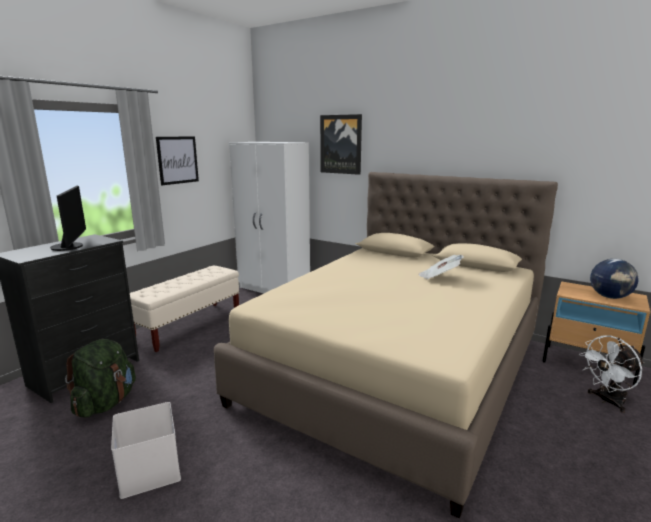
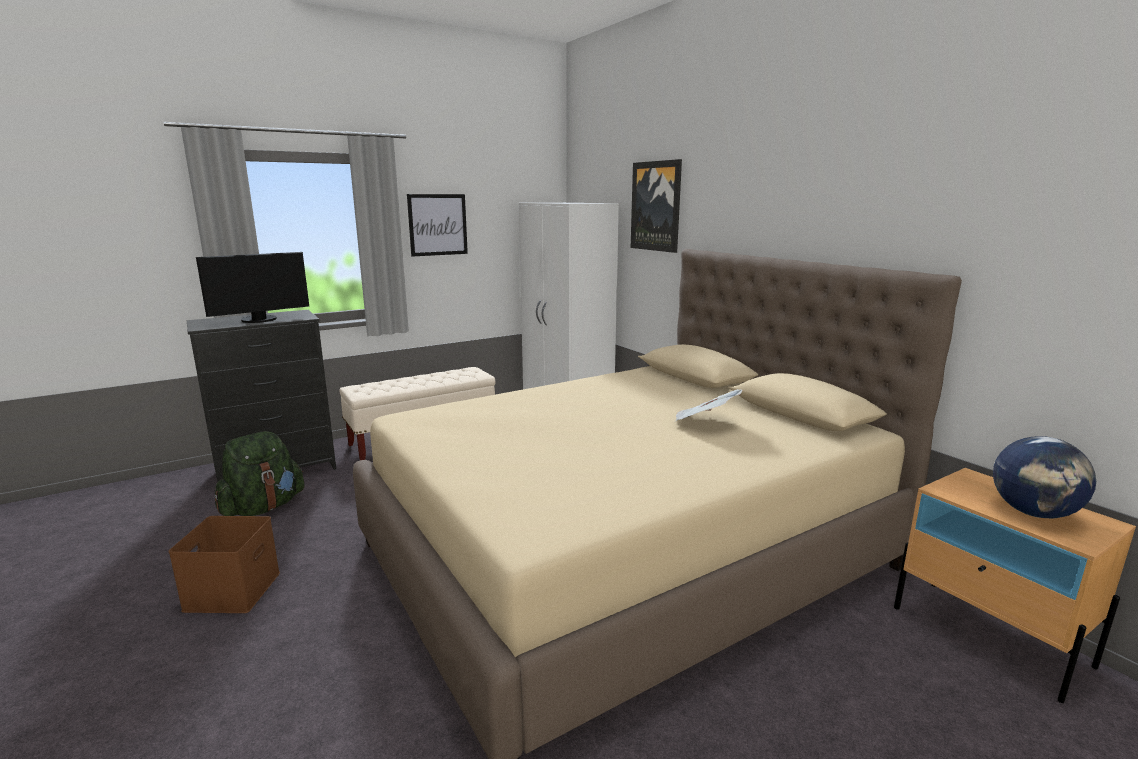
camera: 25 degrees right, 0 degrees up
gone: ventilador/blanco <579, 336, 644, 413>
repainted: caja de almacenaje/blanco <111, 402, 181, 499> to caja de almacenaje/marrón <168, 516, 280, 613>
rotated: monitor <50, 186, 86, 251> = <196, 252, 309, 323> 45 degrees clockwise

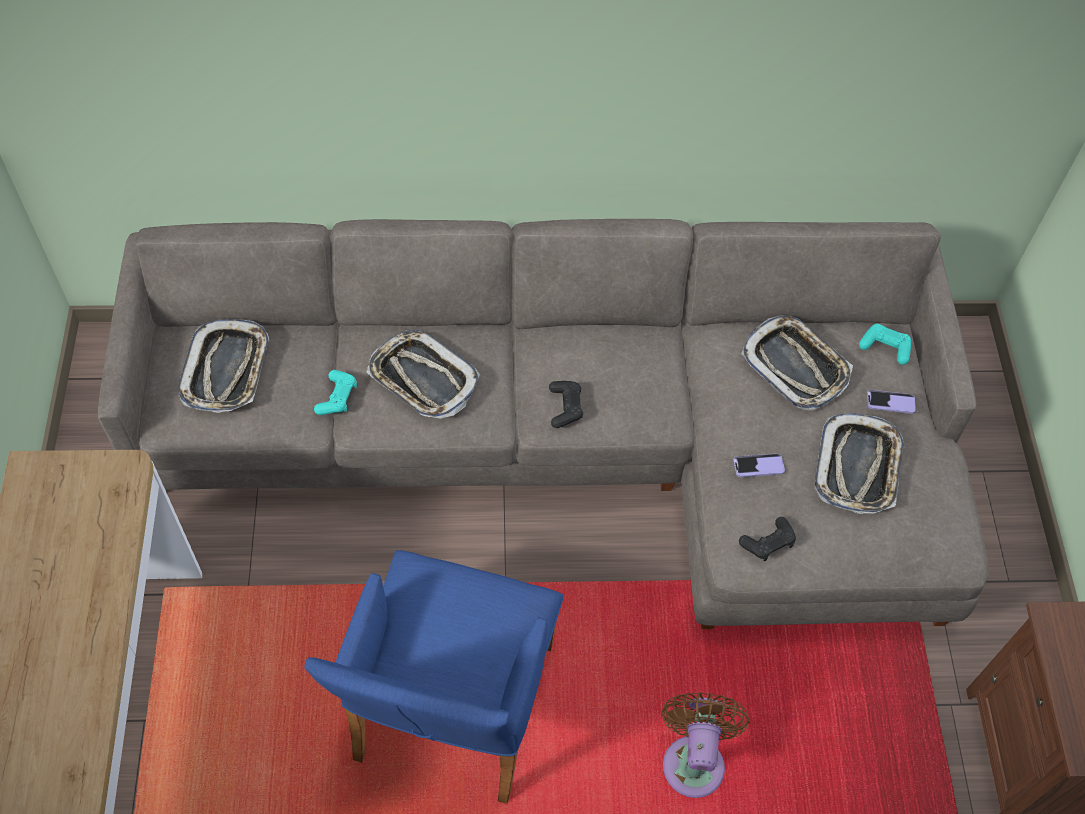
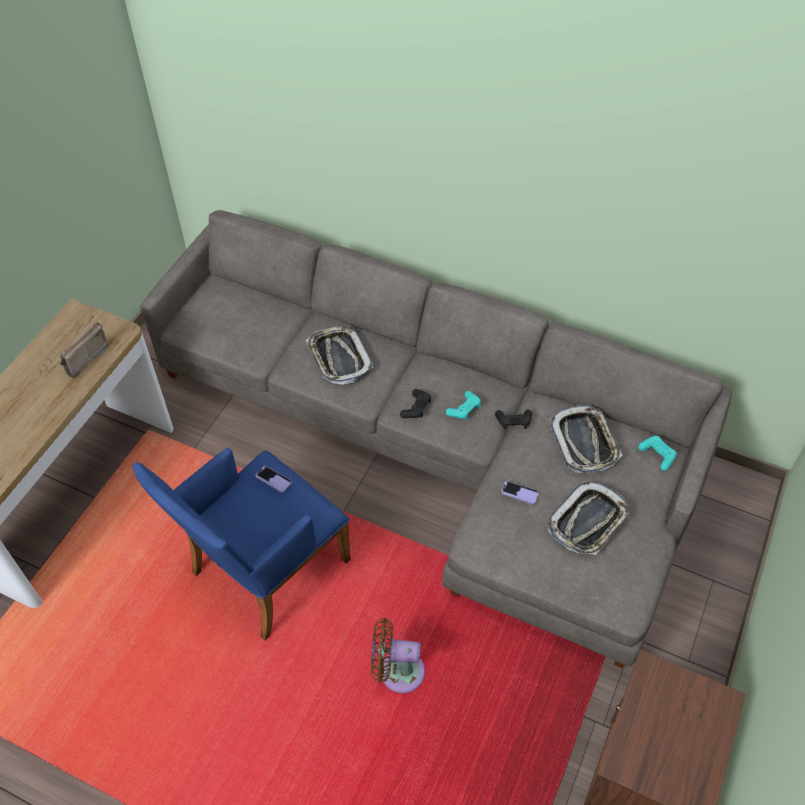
camera: 30 degrees right, 5 degrees down
gone: bandeja <178, 319, 269, 413>
new: radio <60, 322, 109, 378>
shifted: móvil <867, 390, 916, 414> to <255, 466, 292, 493>; mando de consola/turquesa <314, 370, 357, 415> to <446, 391, 481, 420>; mando de consola/negro <739, 517, 796, 561> to <495, 409, 532, 429>
rotated: ventilador/marrón <661, 692, 750, 798> = <371, 618, 425, 693> 120 degrees counterclockwise

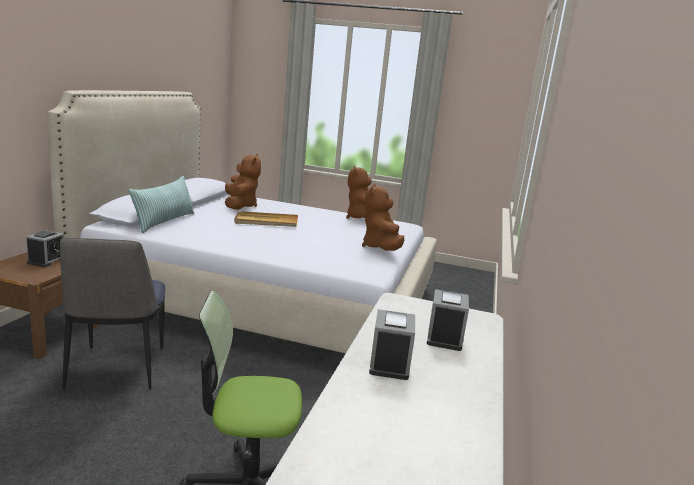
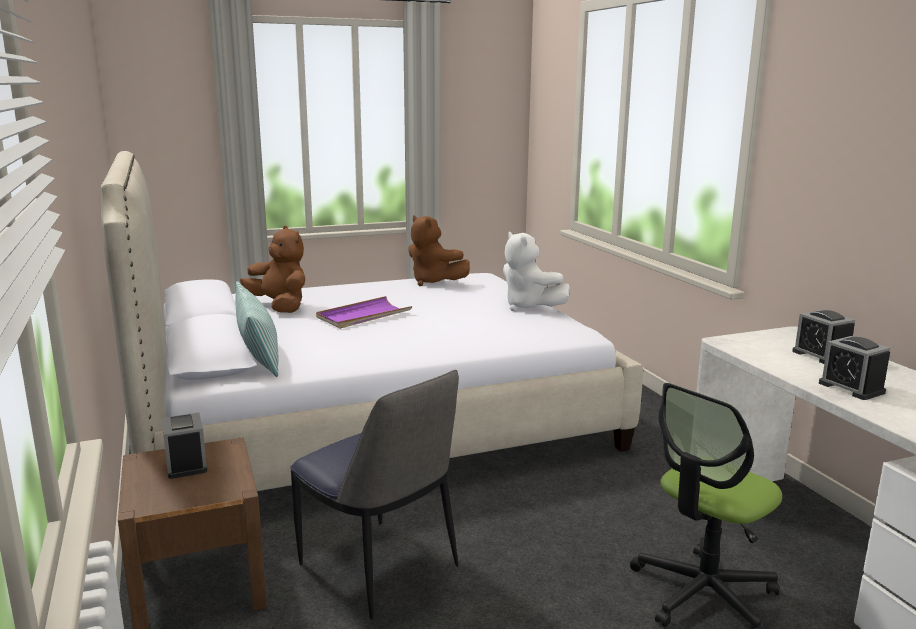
camera: 35 degrees left, 0 degrees up
repainted: bandeja/beis <234, 211, 298, 227> to bandeja/morado <316, 296, 412, 329>; peluche/marrón <362, 184, 404, 251> to peluche/blanco <503, 232, 570, 311>

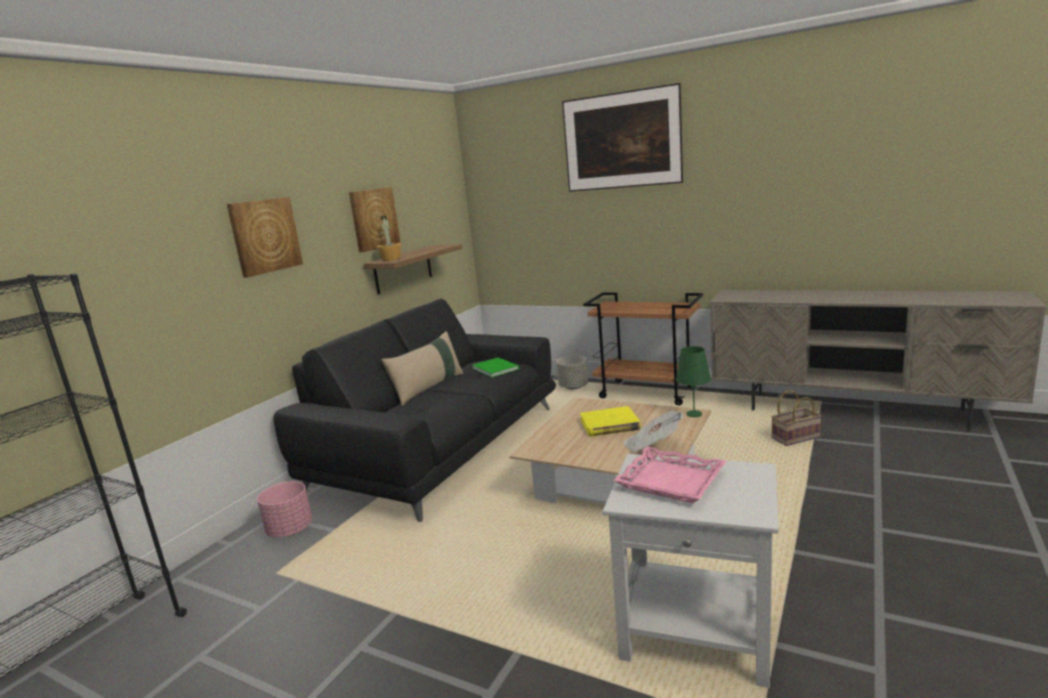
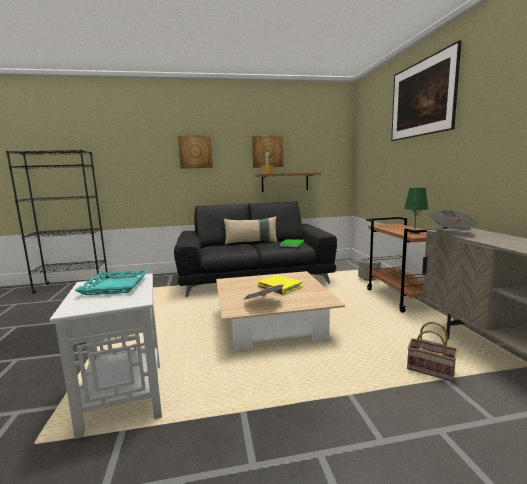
camera: 50 degrees right, 5 degrees down
gone: maceta/rosa <257, 481, 312, 538>
new: periódico <429, 210, 478, 231>
shifted: lámpara de mesa/verde <676, 346, 711, 417> to <404, 188, 429, 234>
repainted: bandeja/rosa <613, 447, 726, 503> to bandeja/turquesa <74, 270, 148, 295>

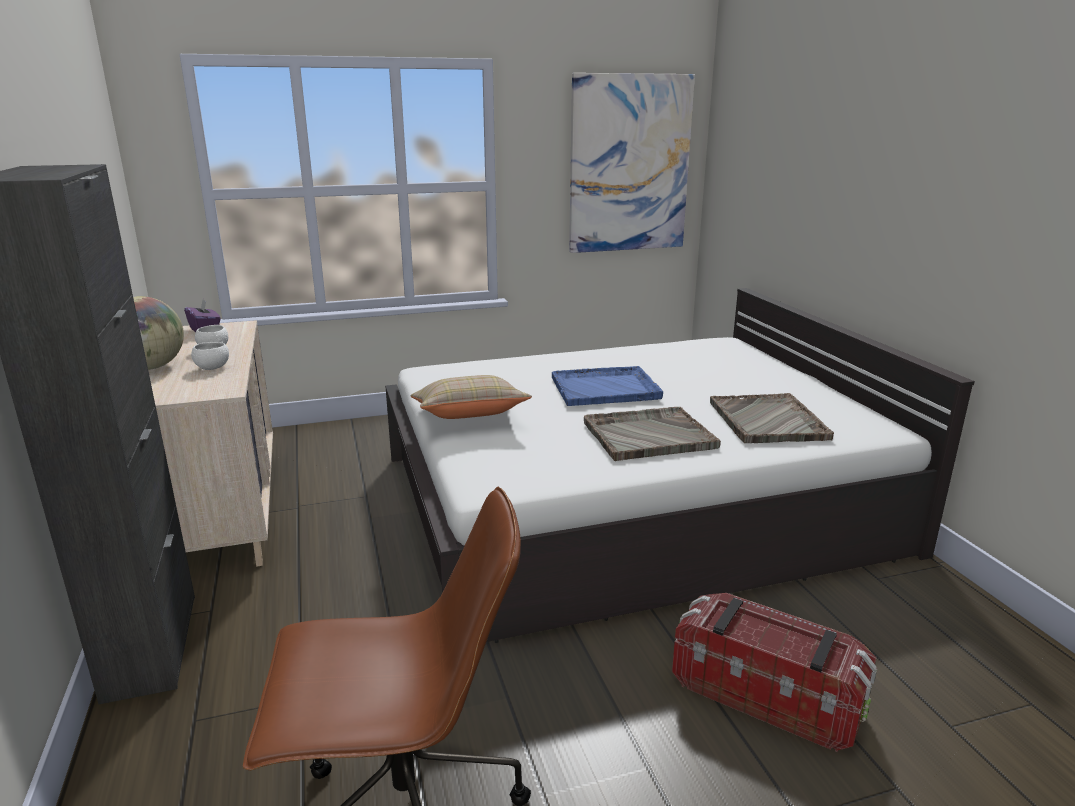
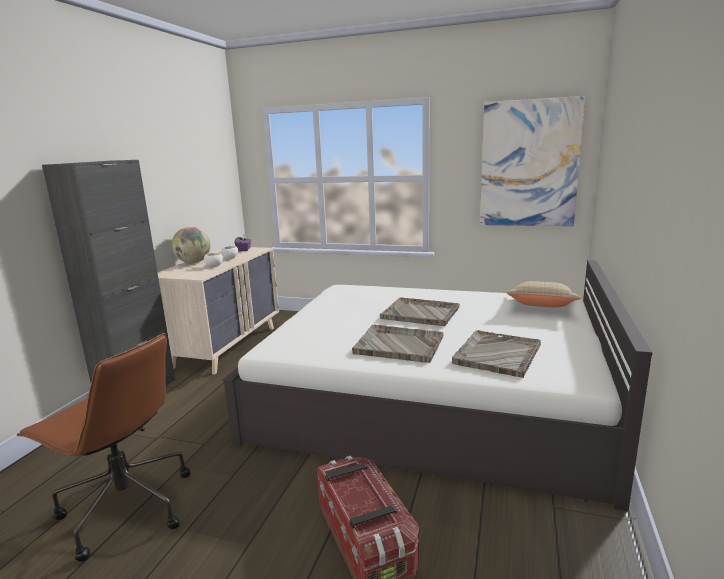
camera: 35 degrees right, 5 degrees down
shifted: cojín/beis <410, 375, 532, 419> to <507, 281, 581, 307>
repainted: bandeja/azul <552, 366, 663, 406> to bandeja/gris <380, 298, 460, 326>

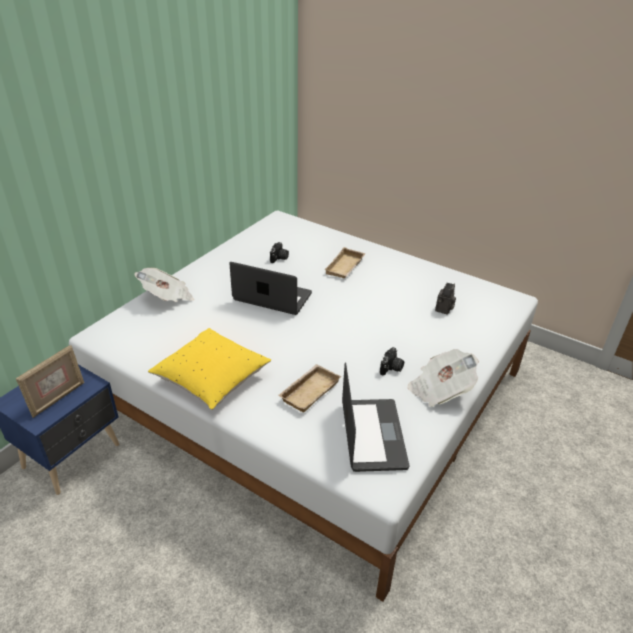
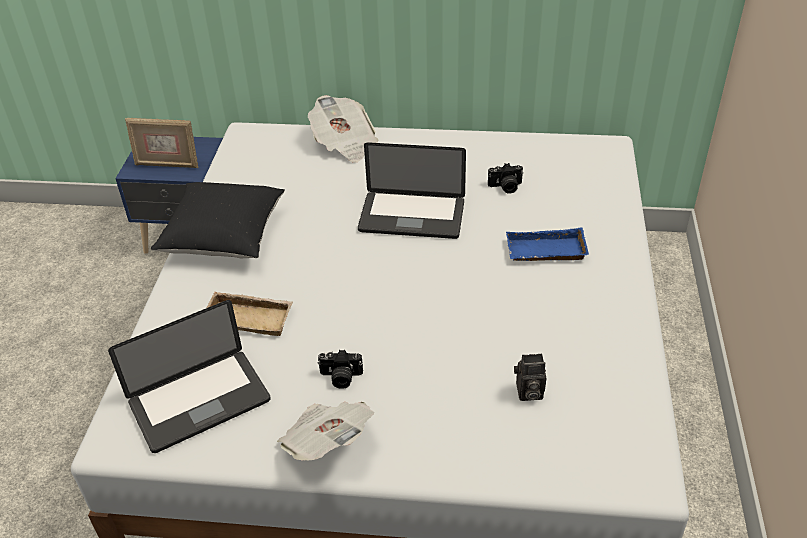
camera: 65 degrees right, 5 degrees up
repainted: cojín/amarillo <148, 328, 271, 410> to cojín/negro <151, 182, 285, 258>; bandeja/beis <324, 247, 366, 278> to bandeja/azul <506, 227, 589, 261>
rotated: portátil <229, 262, 312, 315> = <358, 142, 466, 239> 105 degrees clockwise

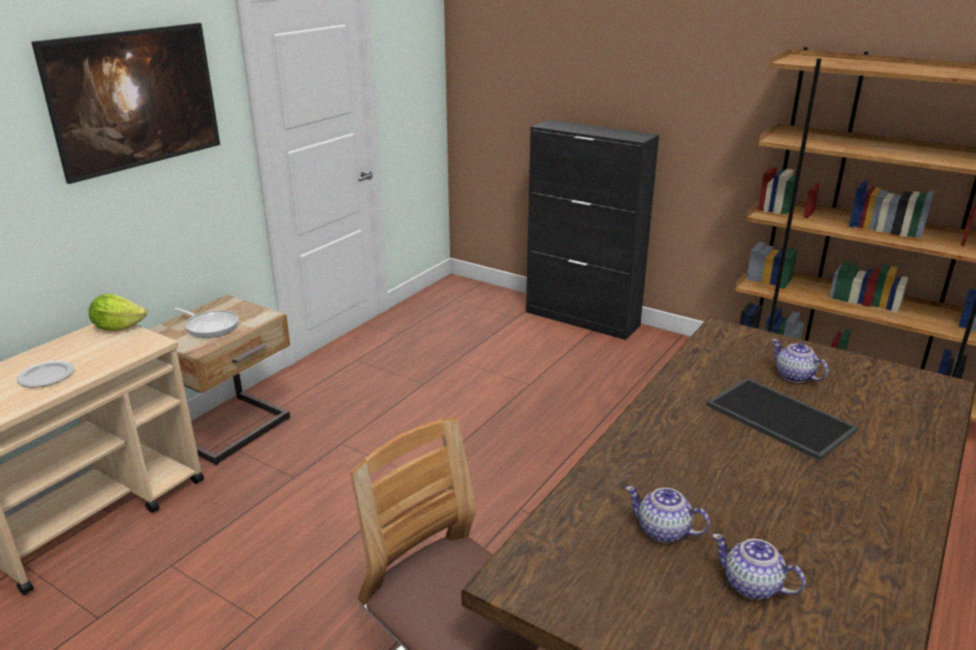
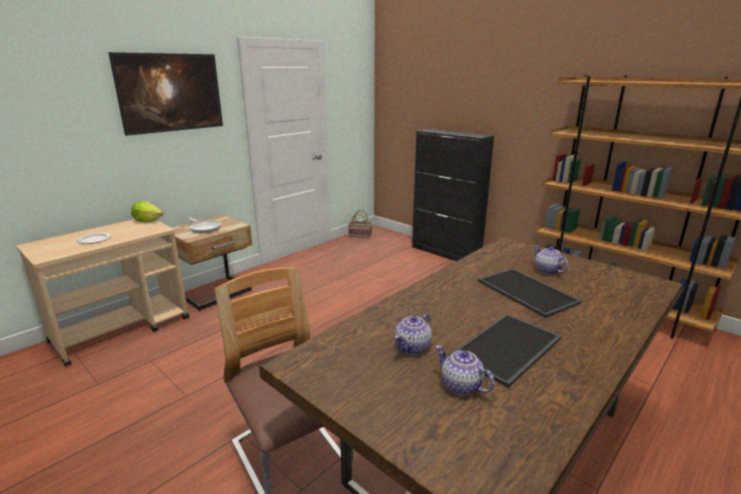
camera: 10 degrees right, 5 degrees down
new: cesta <348, 210, 372, 238>; bandeja <449, 314, 562, 388>
rotated: tetera <625, 486, 710, 543> = <395, 313, 432, 355> 90 degrees counterclockwise

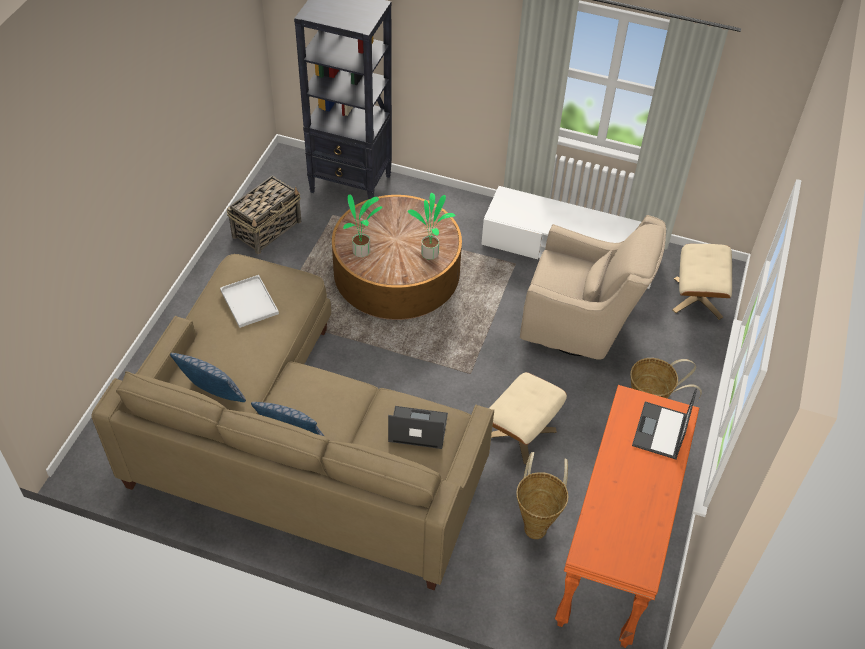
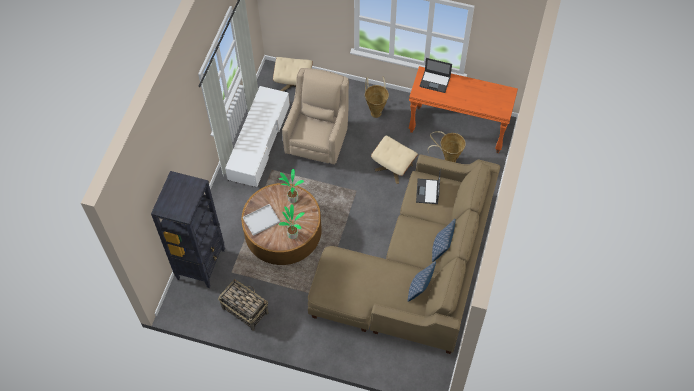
camera: 90 degrees left, 10 degrees up
shifted: bandeja/blanco <220, 275, 279, 328> to <243, 204, 280, 236>

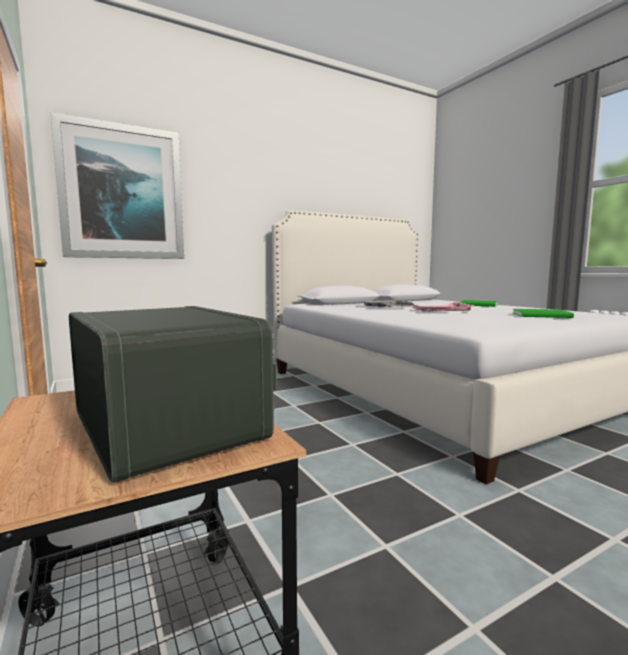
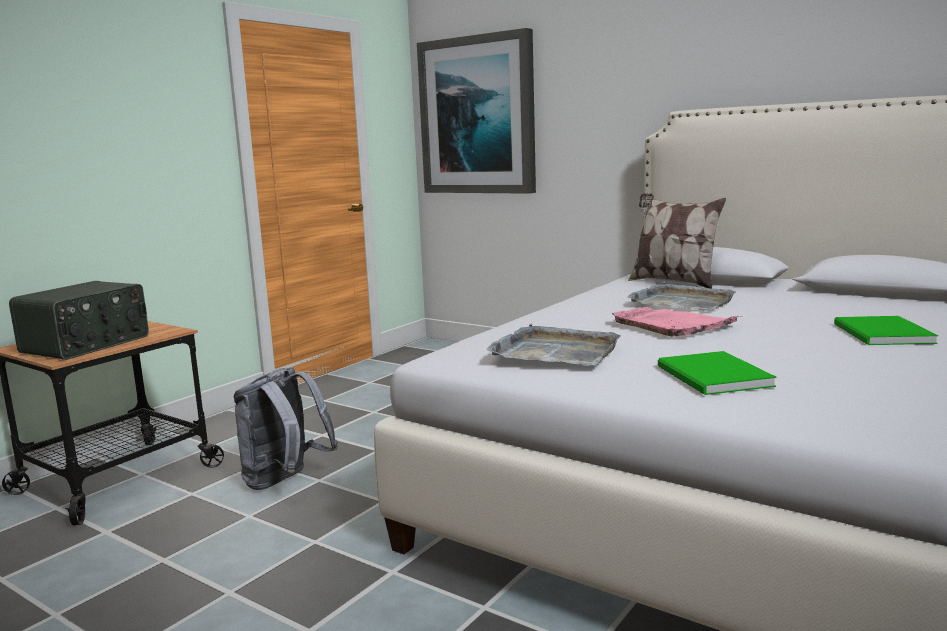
camera: 65 degrees right, 5 degrees up
new: mochila/gris <234, 368, 339, 490>; bandeja/gris <486, 323, 621, 366>; cojín <628, 193, 726, 289>

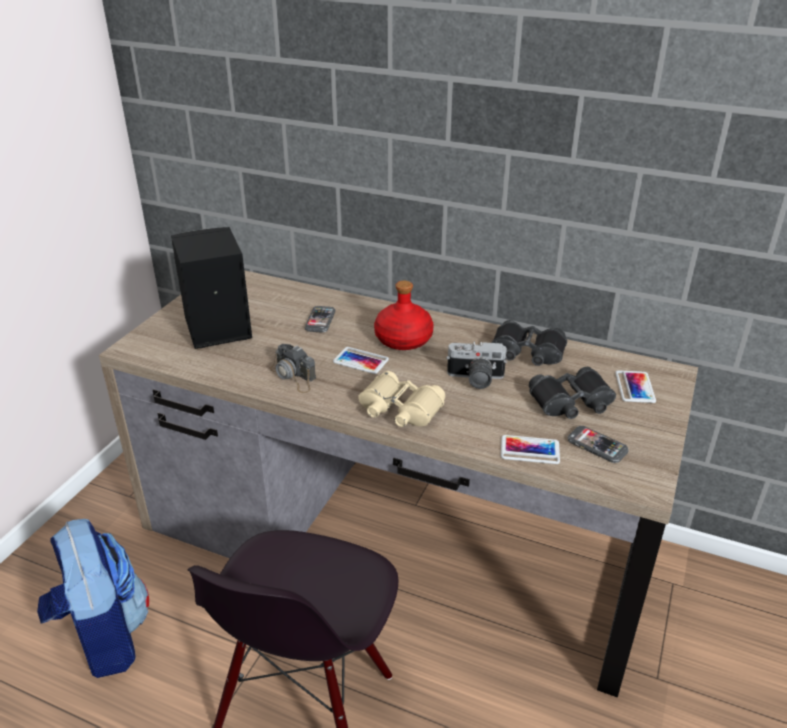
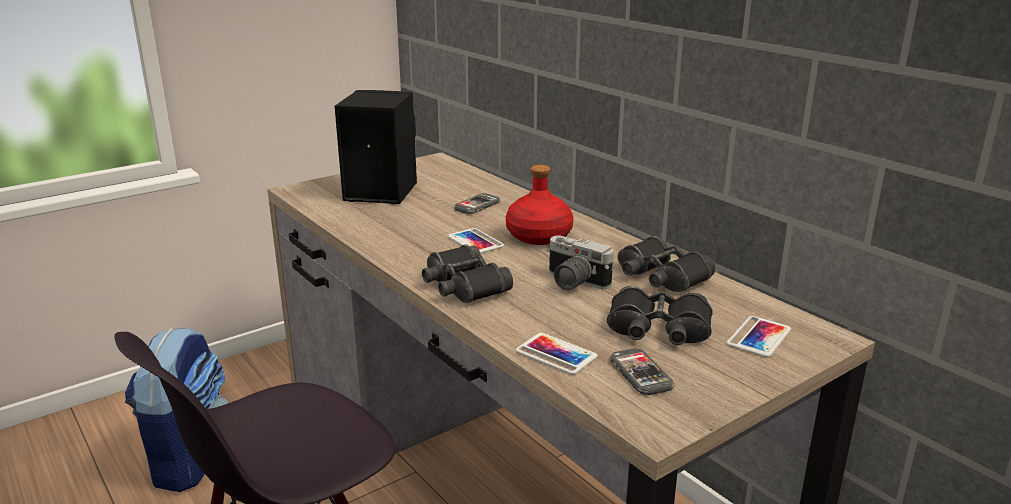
camera: 30 degrees right, 10 degrees down
gone: cámara <270, 344, 316, 393>
repainted: prismáticos/beis <358, 371, 445, 427> to prismáticos/negro <422, 244, 513, 303>

